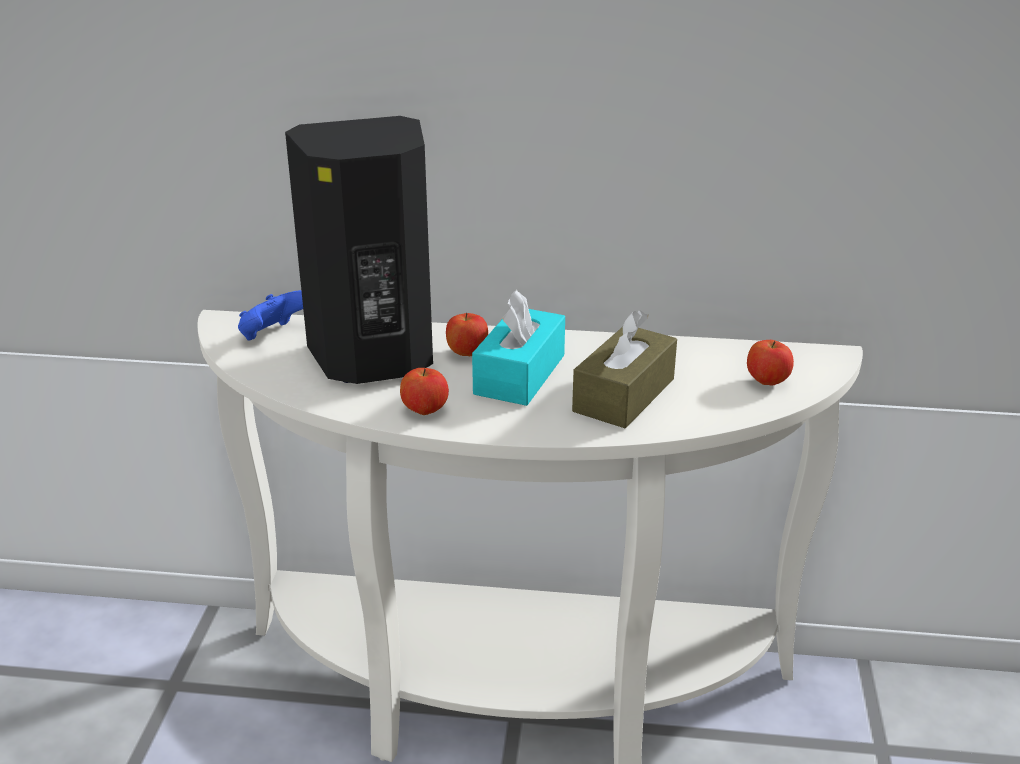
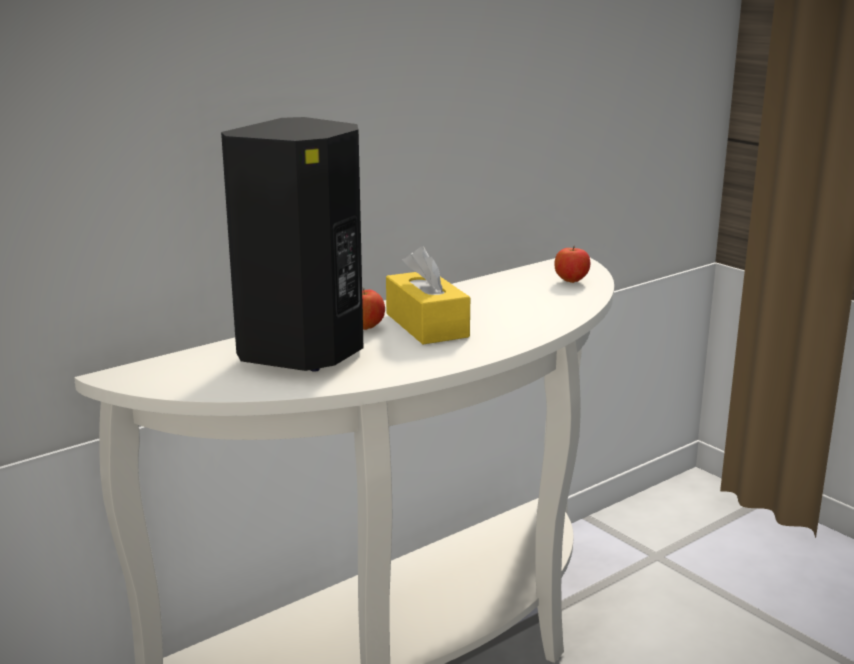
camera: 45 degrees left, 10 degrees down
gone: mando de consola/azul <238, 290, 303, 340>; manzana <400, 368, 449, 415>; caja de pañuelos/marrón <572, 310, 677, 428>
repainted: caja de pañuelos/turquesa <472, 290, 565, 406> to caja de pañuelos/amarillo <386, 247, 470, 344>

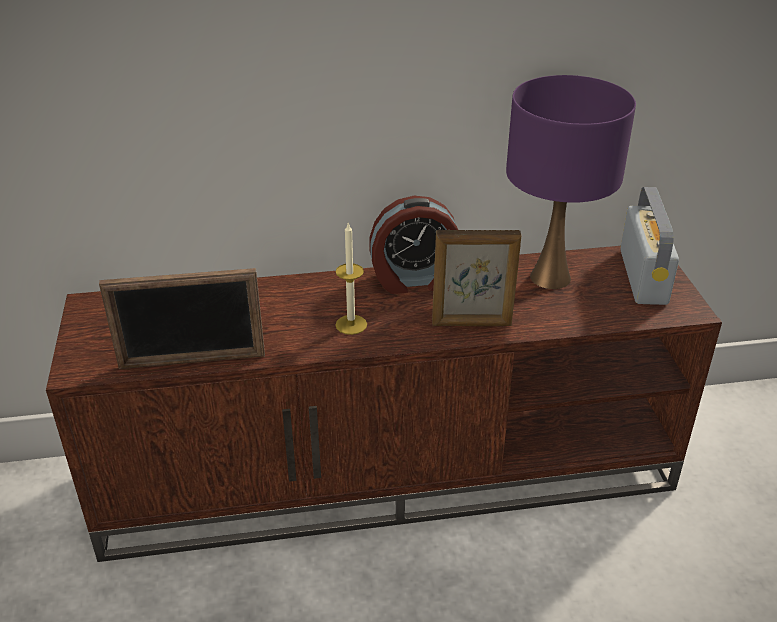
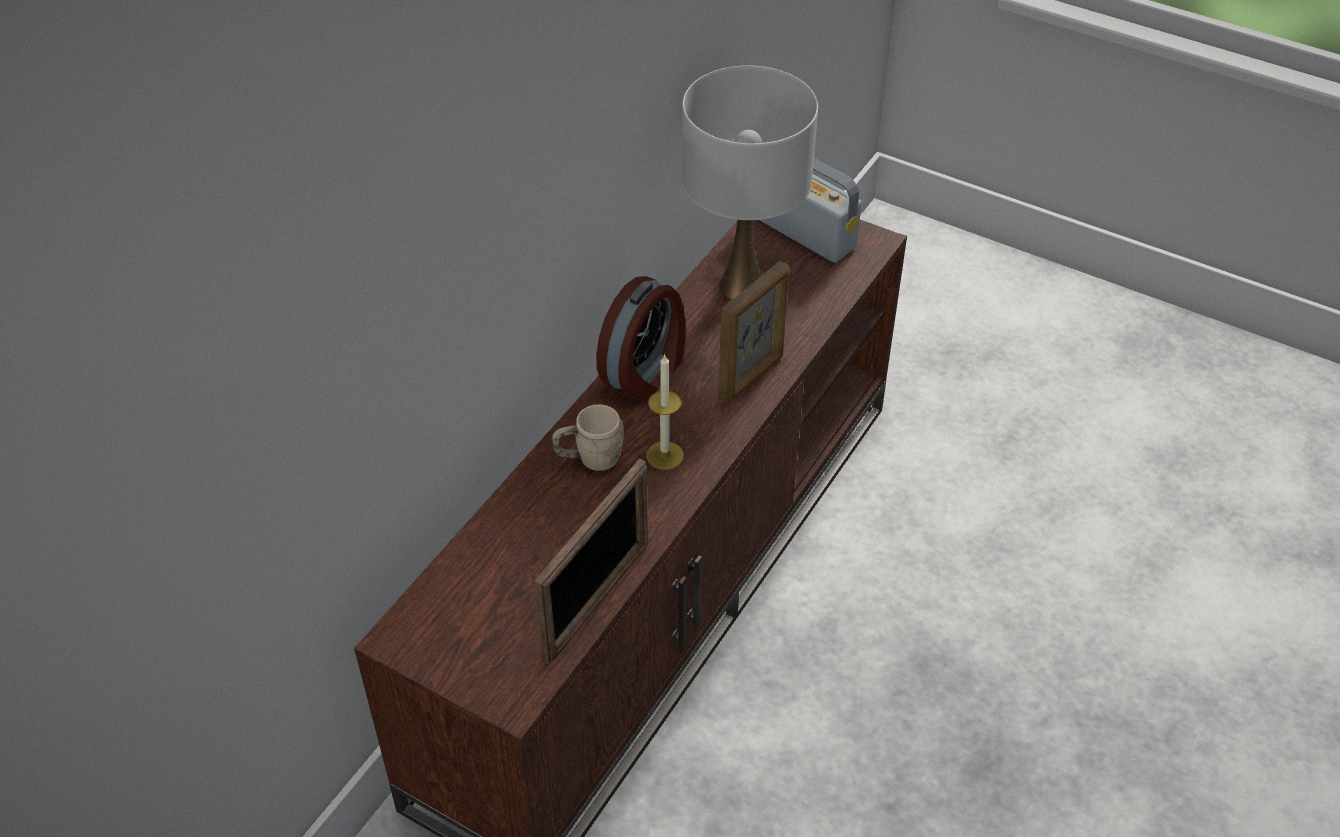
camera: 50 degrees left, 10 degrees up
new: taza grande/beis <552, 404, 624, 471>
repainted: lámpara de mesa/morado <506, 75, 636, 289> to lámpara de mesa/blanco <682, 66, 818, 299>

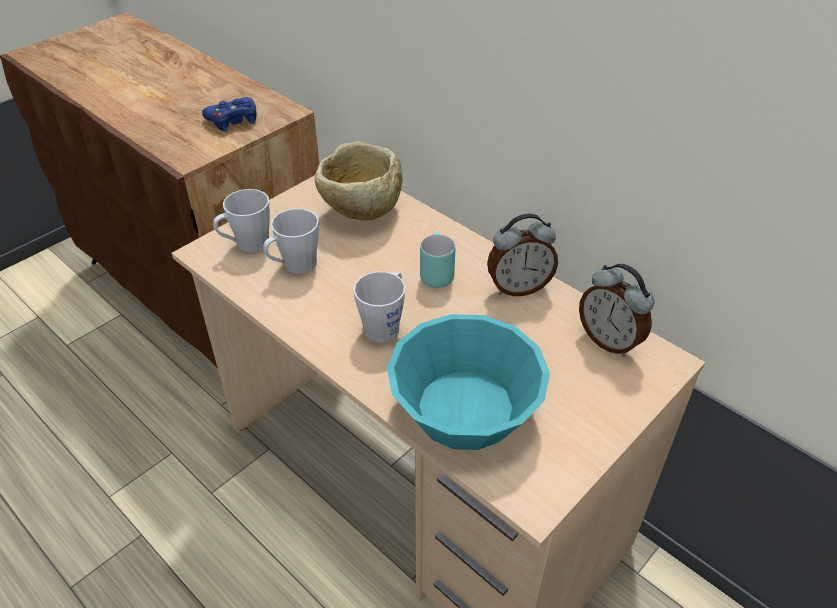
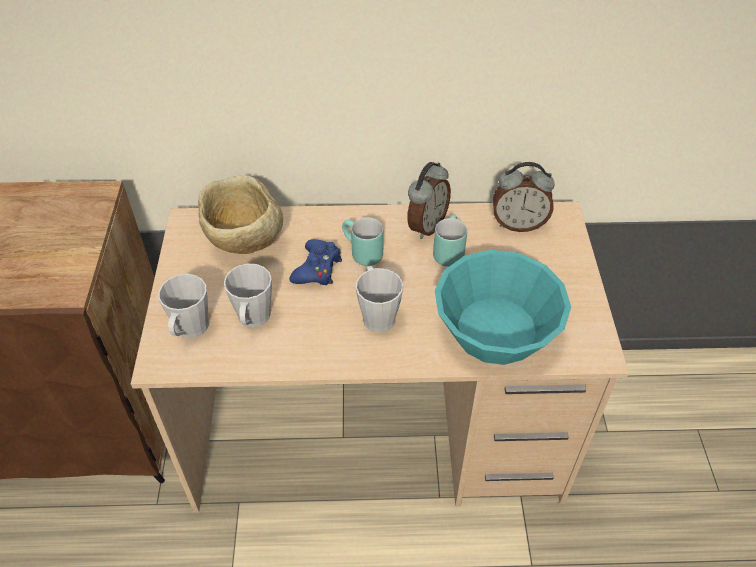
camera: 45 degrees left, 5 degrees up
new: taza grande/turquesa <433, 215, 467, 267>
shifted: mando de consola/azul <202, 97, 256, 131> to <289, 239, 342, 285>

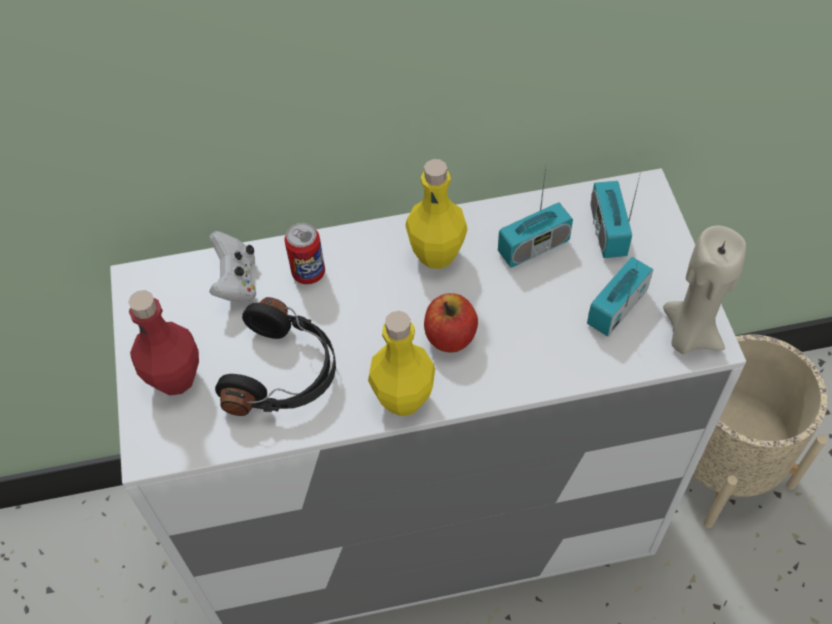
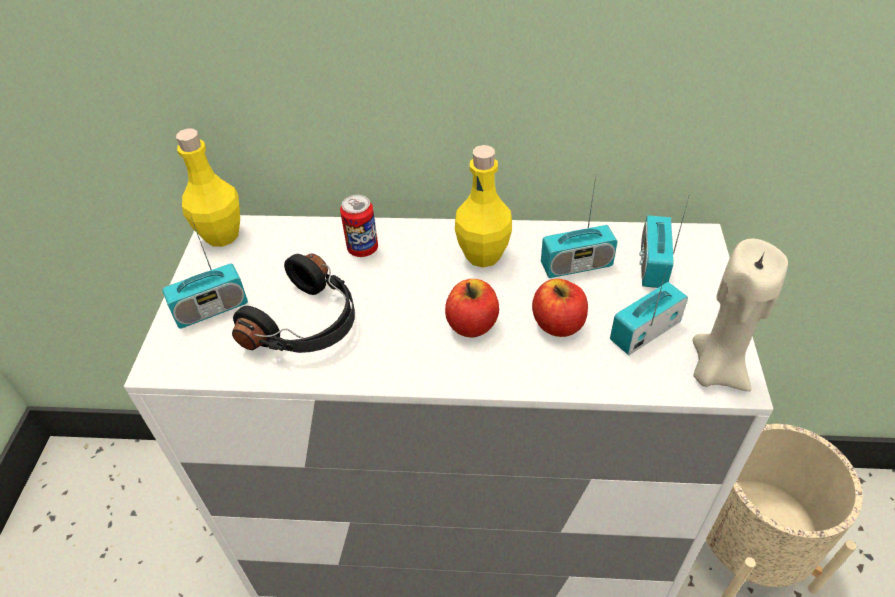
camera: 15 degrees right, 10 degrees down
gone: mando de consola/blanco <209, 231, 256, 302>
new: manzana <532, 279, 588, 337>
shifted: botella/amarillo <368, 311, 435, 416> to <176, 129, 240, 247>
swapped: botella/rojo <128, 290, 199, 395> to radio <162, 218, 248, 329>

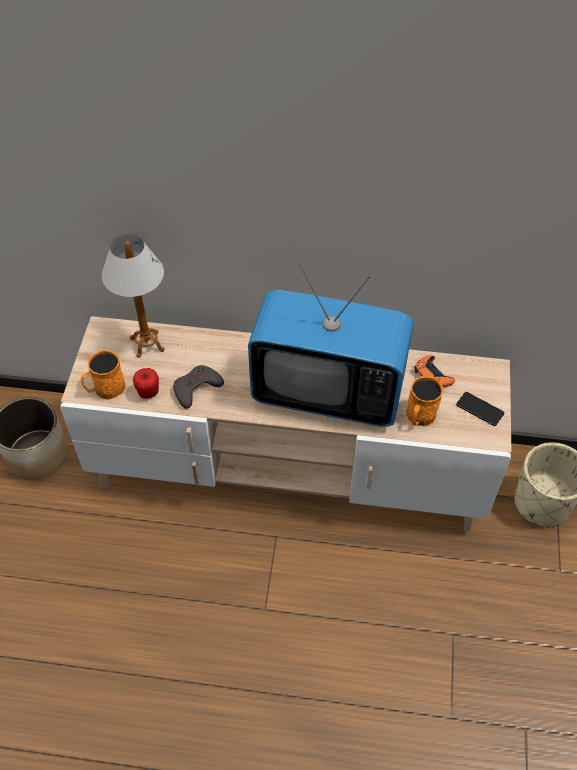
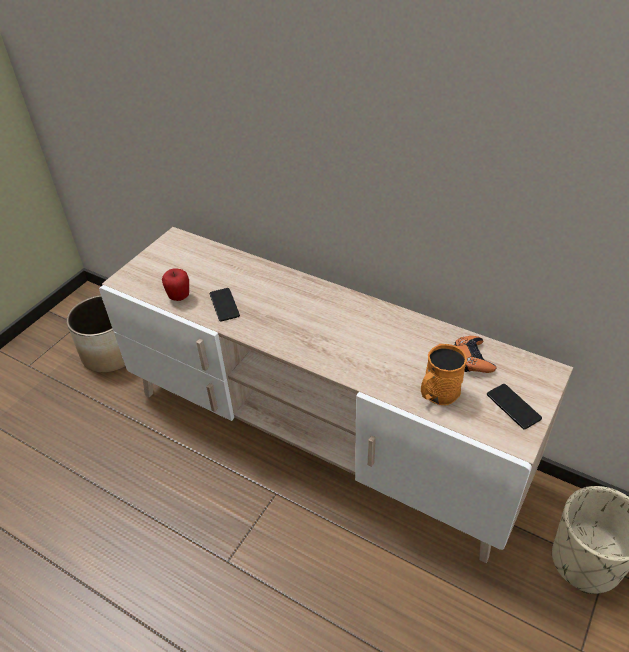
camera: 25 degrees right, 10 degrees down
gone: taza grande/naranja <81, 350, 126, 400>; lámpara de mesa <102, 235, 165, 358>; televisor <248, 264, 414, 427>
swapped: mando de consola/gris <173, 365, 224, 409> to móvil <210, 288, 240, 322>

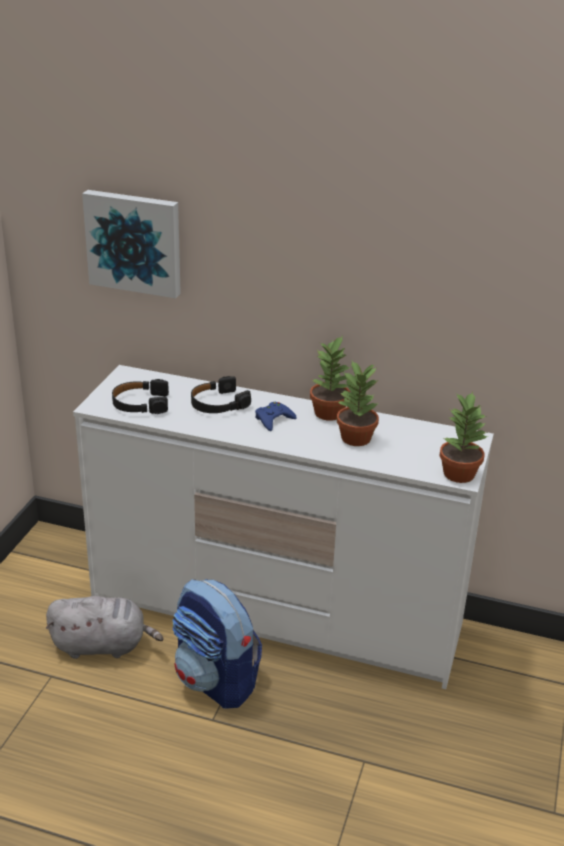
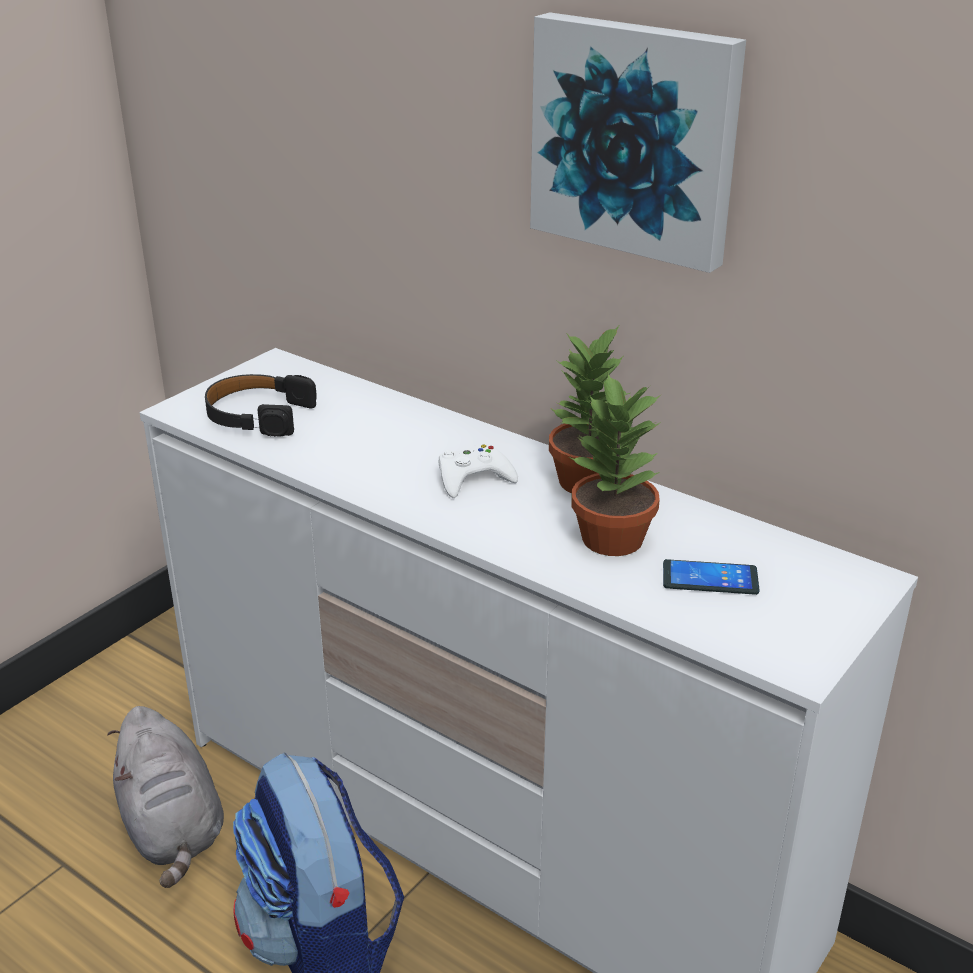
camera: 20 degrees right, 0 degrees up
gone: auriculares/negro <191, 376, 251, 413>; planta en maceta <440, 392, 488, 483>
new: móvil <663, 559, 760, 595>
shifted: cuadro <82, 190, 181, 298> to <530, 12, 746, 273>
repainted: mando de consola/azul <255, 402, 297, 431> to mando de consola/blanco <438, 444, 518, 498>
rotated: peluche/gris <46, 596, 164, 659> = <107, 706, 224, 888> 45 degrees clockwise

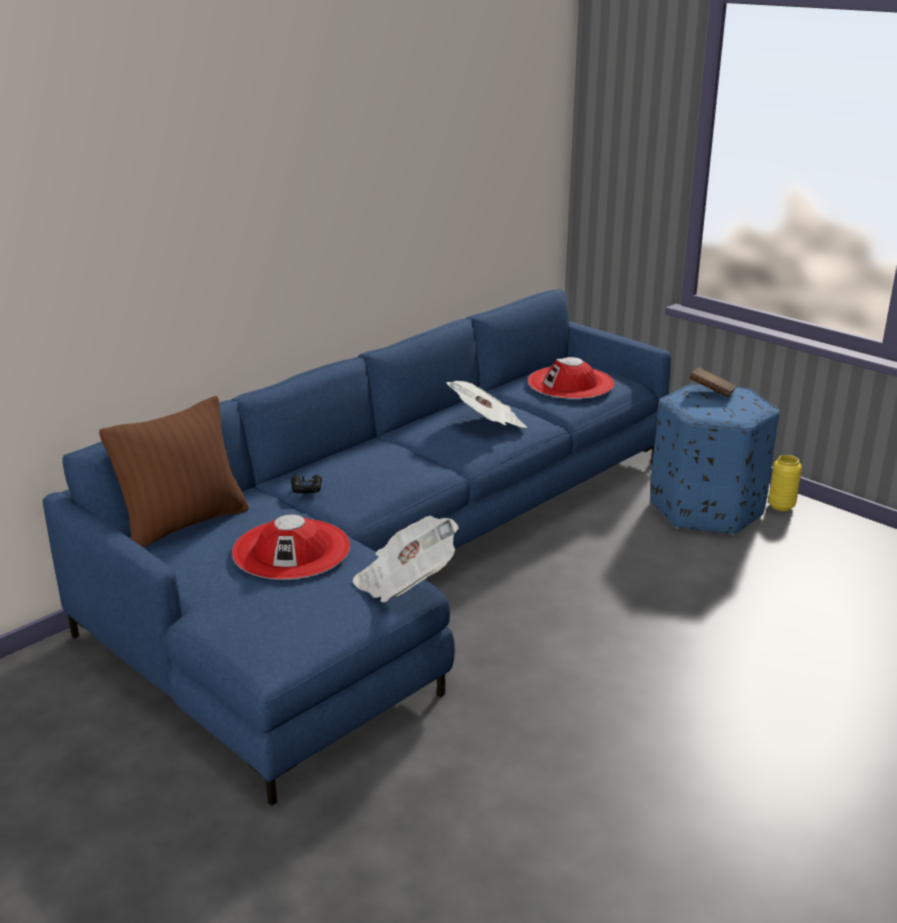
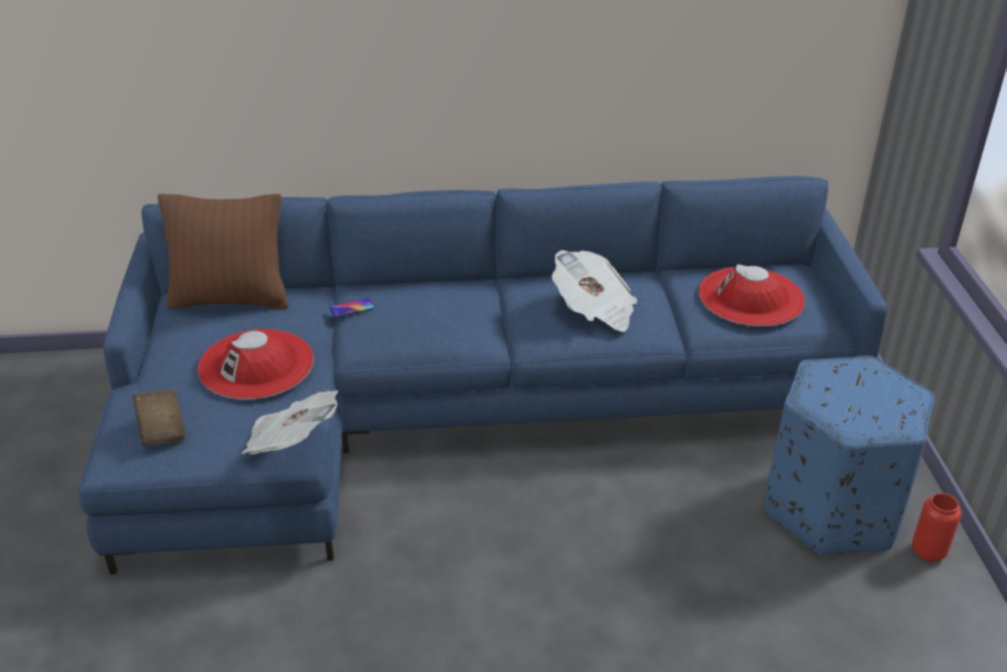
camera: 40 degrees right, 10 degrees up
shifted: libro/marrón <689, 367, 737, 397> to <133, 389, 186, 446>
swapped: mando de consola/negro <291, 475, 322, 494> to móvil <329, 298, 375, 318>
repainted: florero/amarillo <769, 455, 802, 511> to florero/rojo <912, 493, 962, 562>

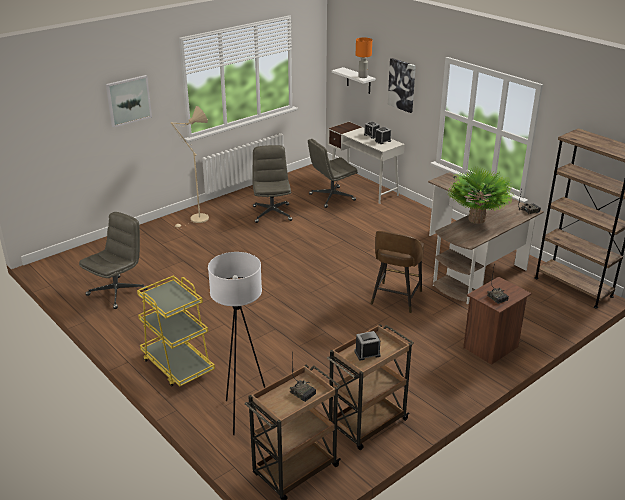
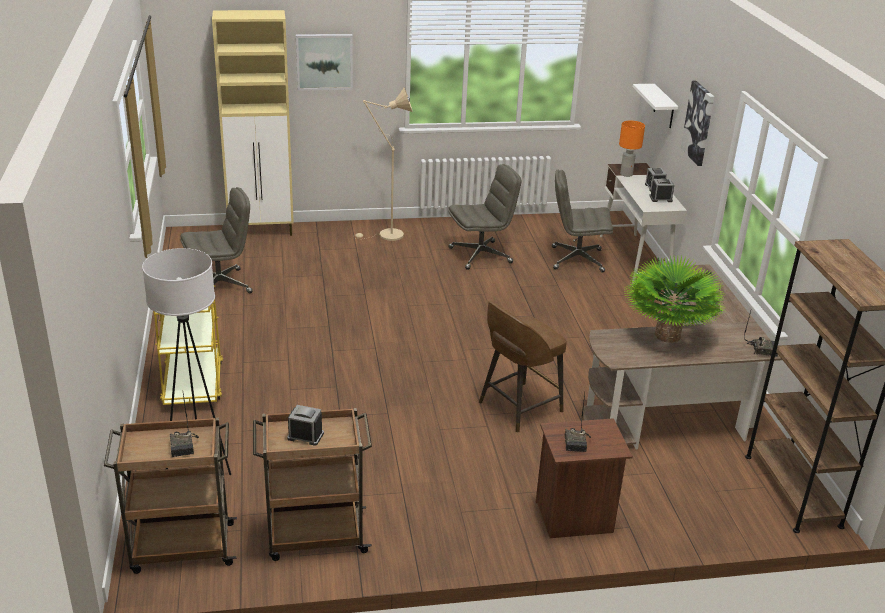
camera: 30 degrees right, 0 degrees up
new: armario/beis <212, 10, 294, 236>
shifted: lámpara de mesa/naranja <356, 37, 372, 78> to <619, 121, 645, 177>
rotated: silla de oficina/gris <252, 145, 292, 223> = <448, 164, 521, 270> 45 degrees clockwise

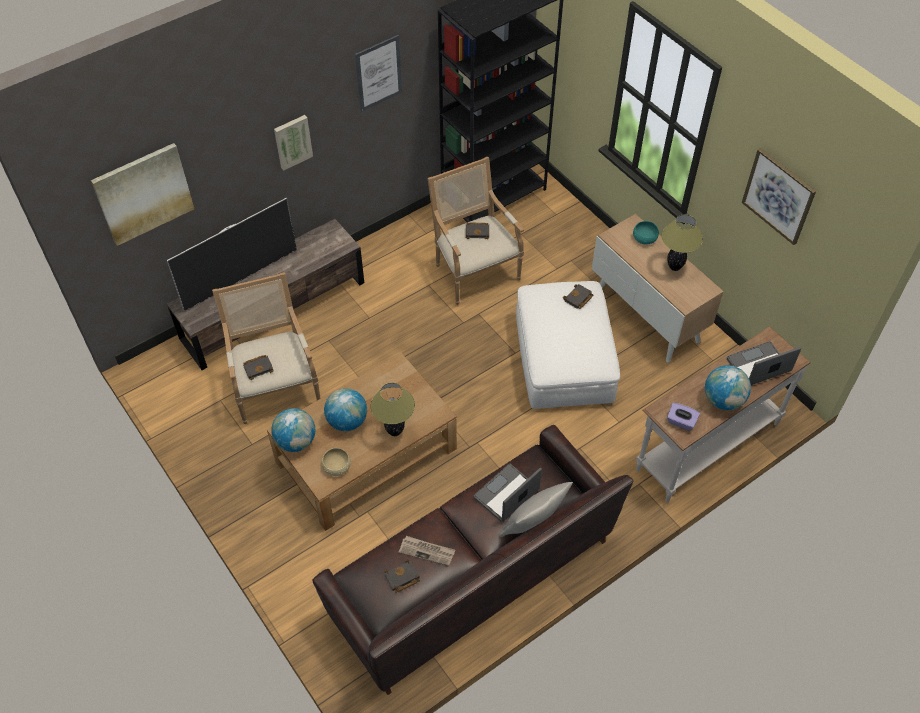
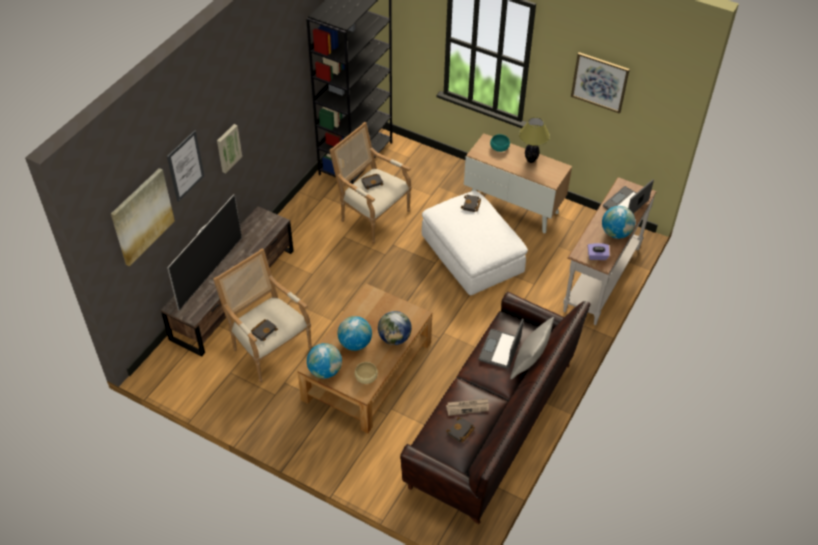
camera: 25 degrees left, 5 degrees down
shifted: cuadro <355, 35, 402, 112> to <167, 130, 204, 202>
swapped: lámpara de mesa <370, 383, 415, 436> to globo terráqueo <378, 311, 412, 345>

